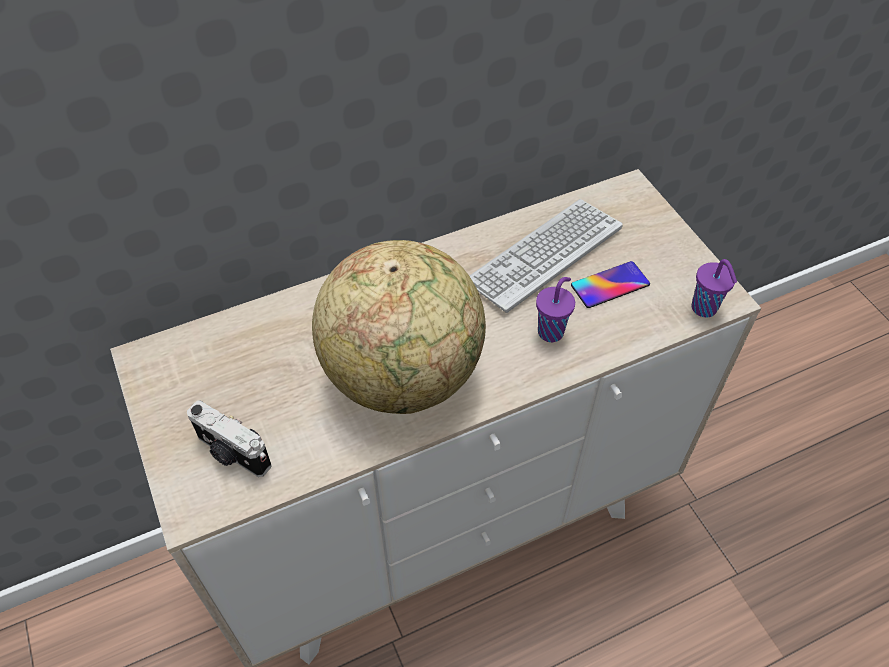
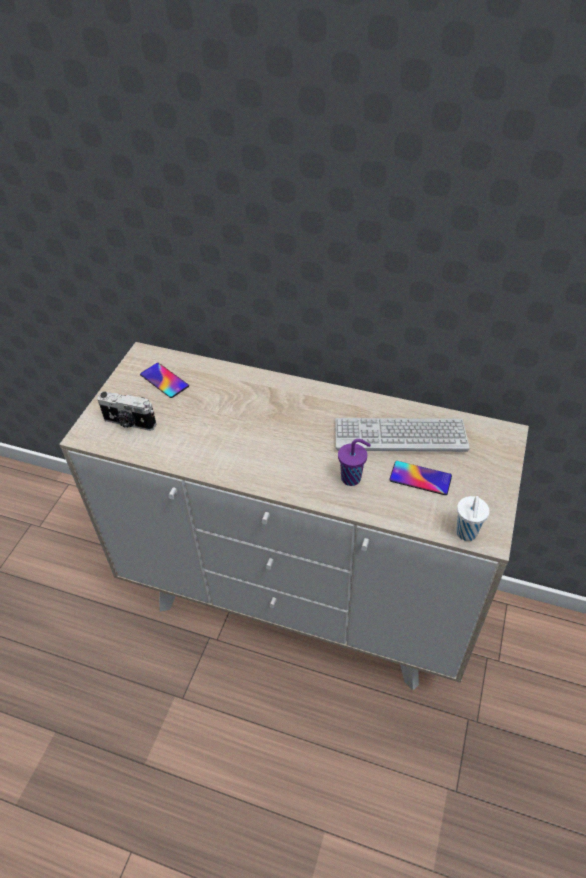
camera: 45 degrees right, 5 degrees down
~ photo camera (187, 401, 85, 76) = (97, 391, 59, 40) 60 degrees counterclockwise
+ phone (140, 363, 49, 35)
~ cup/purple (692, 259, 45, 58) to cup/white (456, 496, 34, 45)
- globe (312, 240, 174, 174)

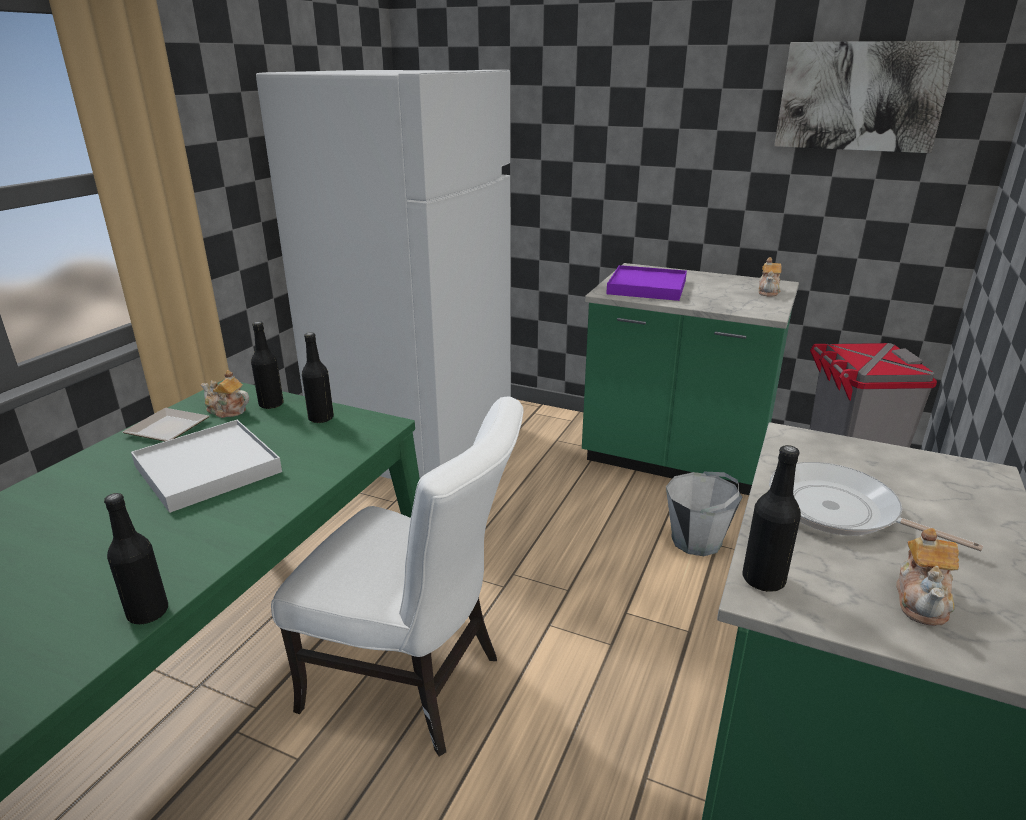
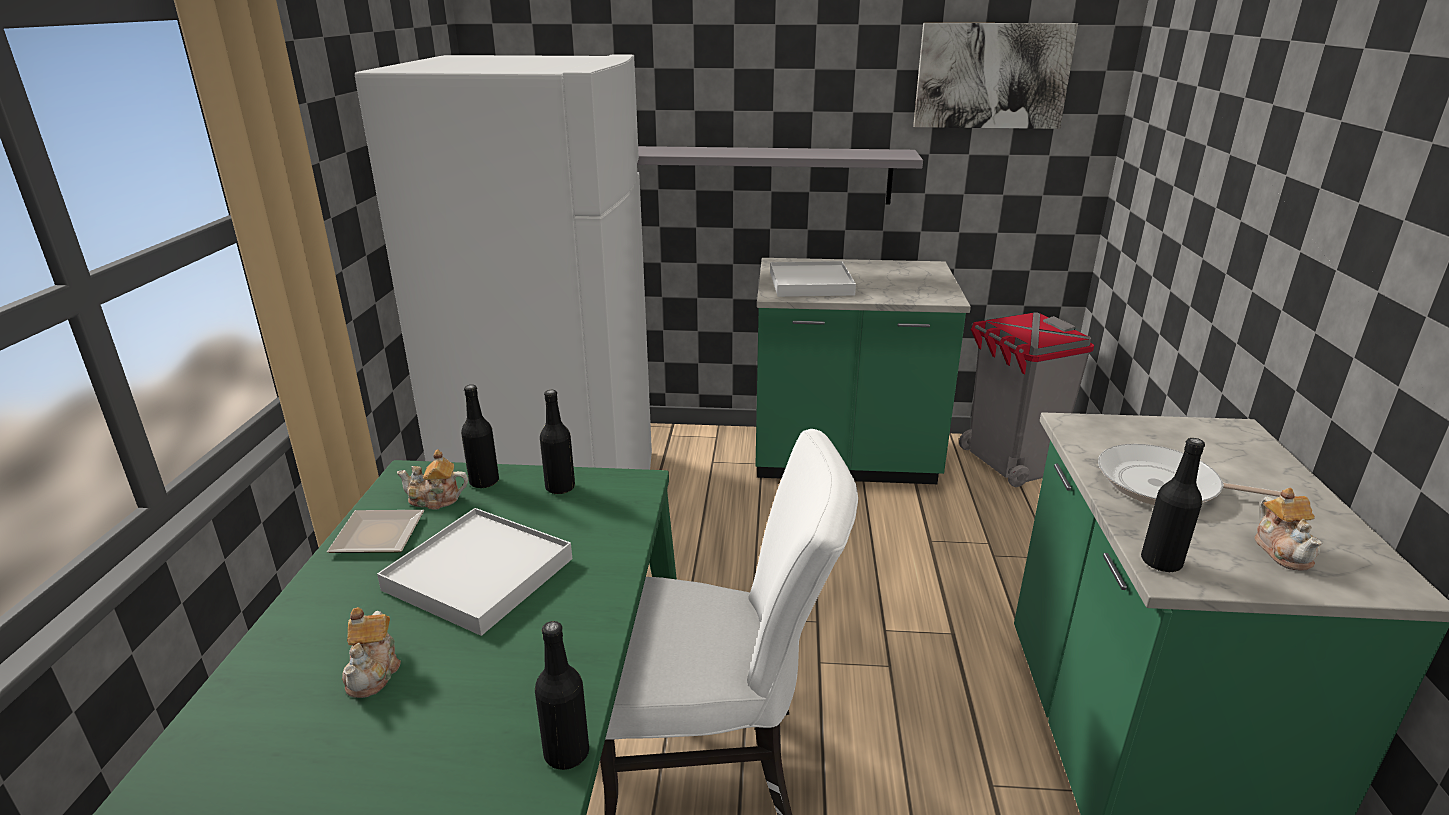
camera: 20 degrees left, 0 degrees up
~ teapot (759, 257, 22, 40) to (342, 607, 59, 91)
+ shelf/grey (637, 146, 286, 59)
~ tray/purple (606, 265, 81, 36) to tray/white (770, 261, 86, 36)
- bucket/grey (666, 472, 76, 84)

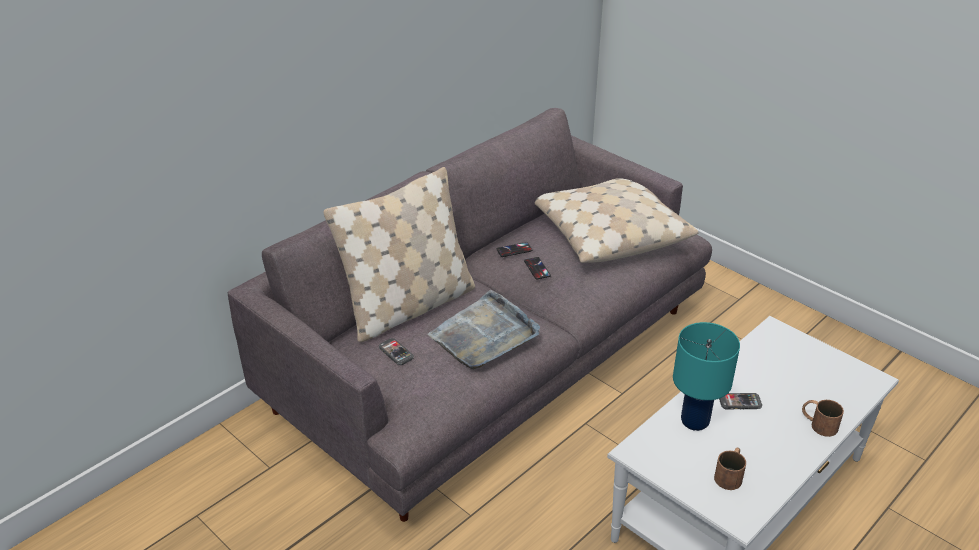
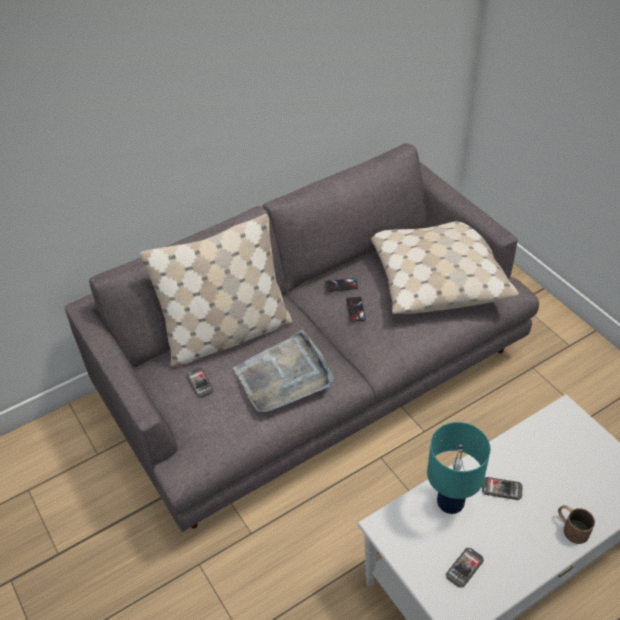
camera: 15 degrees right, 10 degrees up
~ mug/brown (714, 448, 32, 42) to phone (446, 548, 38, 40)

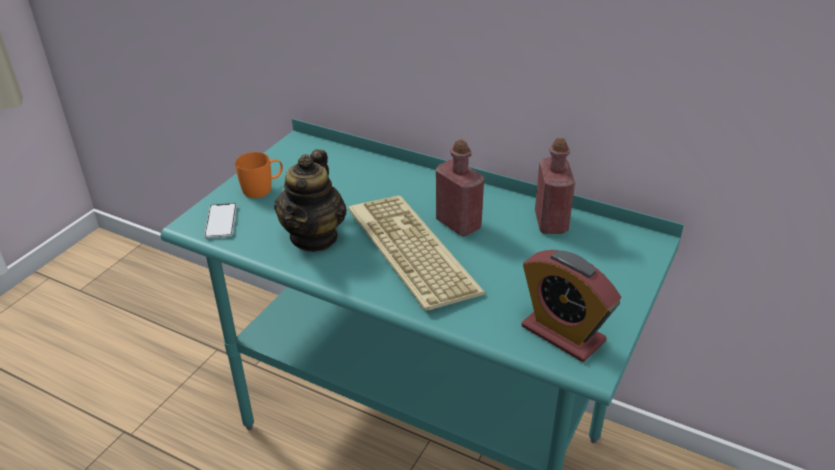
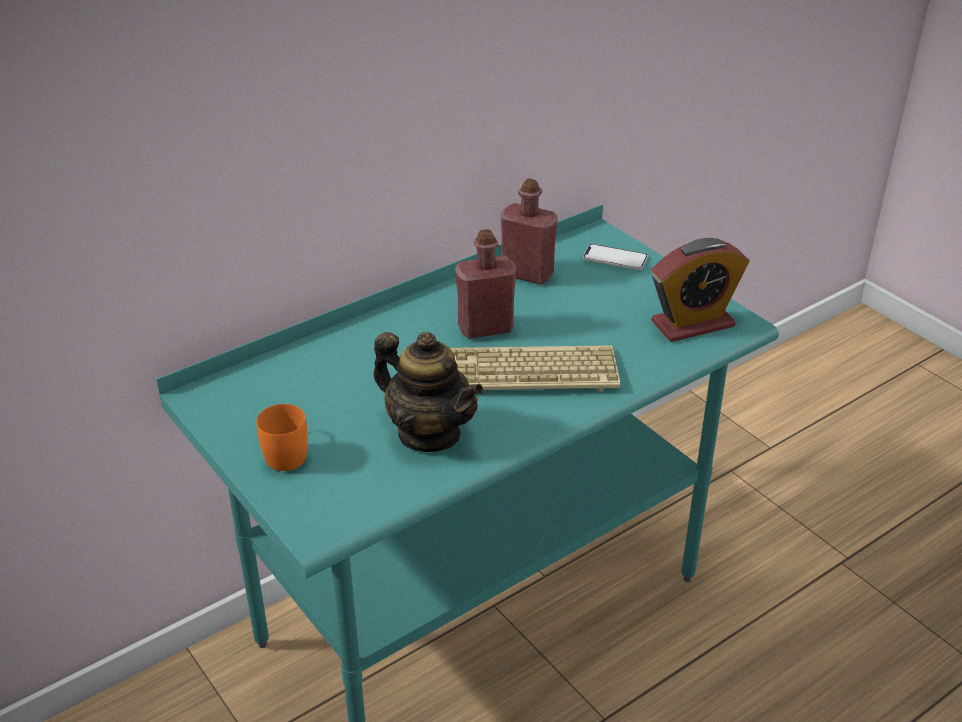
camera: 65 degrees left, 0 degrees up
~ phone (204, 203, 33, 35) to (583, 244, 65, 26)

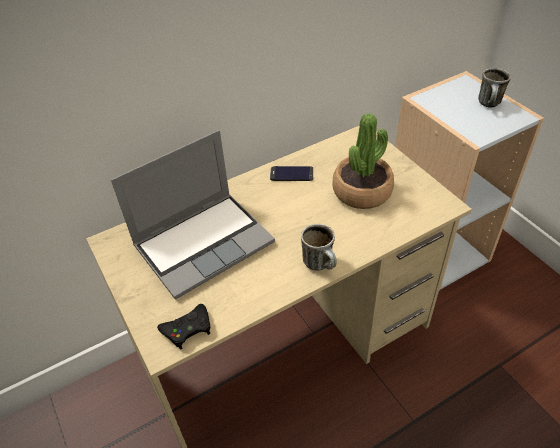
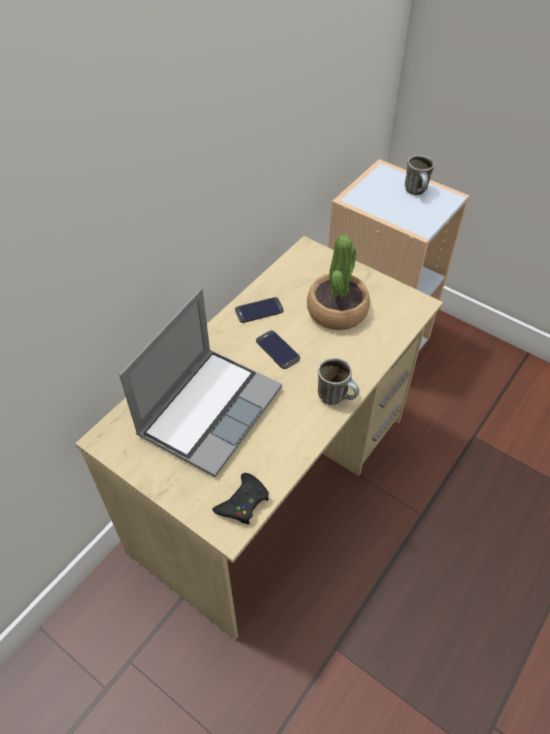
camera: 25 degrees left, 5 degrees up
+ phone (256, 330, 44, 39)

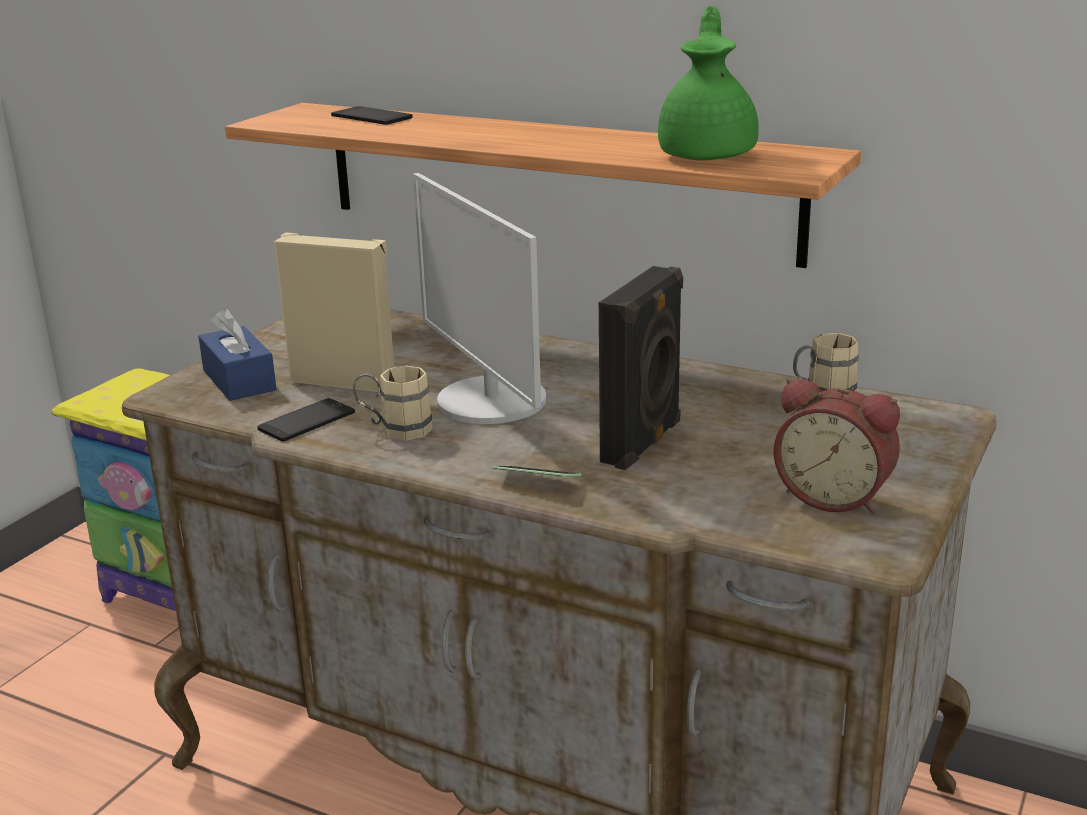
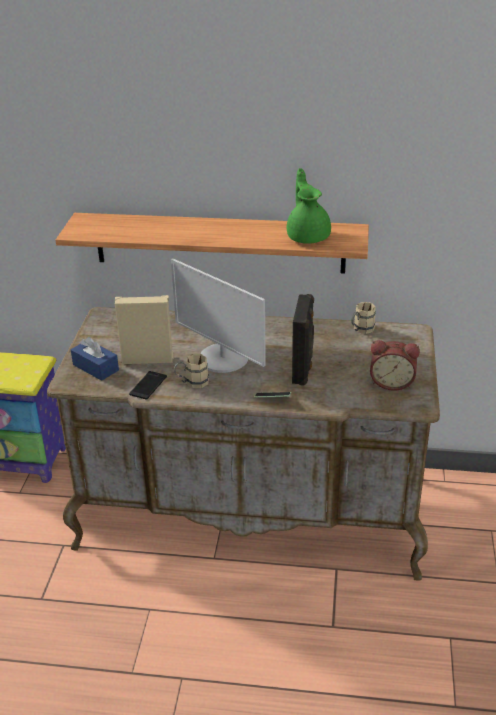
camera: 20 degrees left, 10 degrees up
- phone (331, 106, 82, 19)

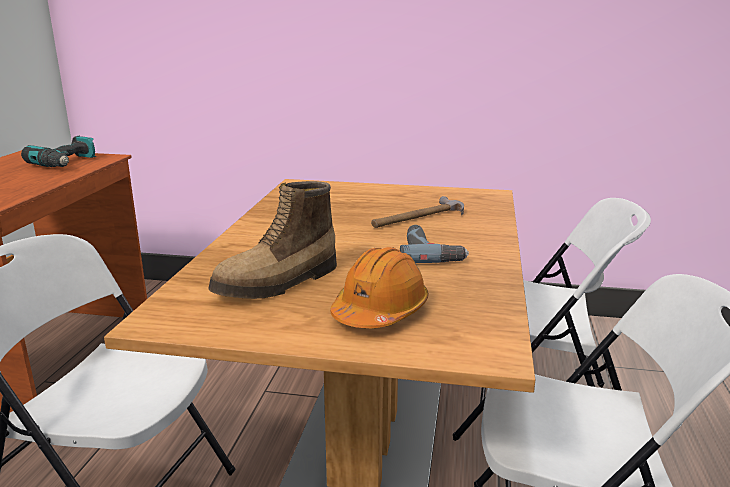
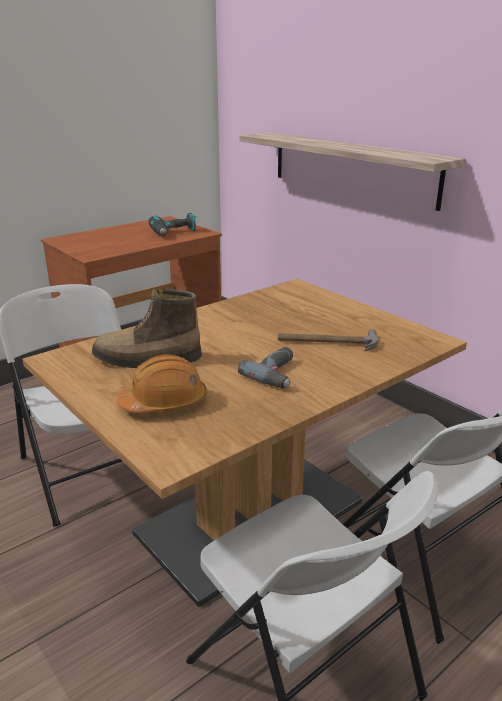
camera: 40 degrees right, 5 degrees up
+ shelf (240, 132, 226, 79)

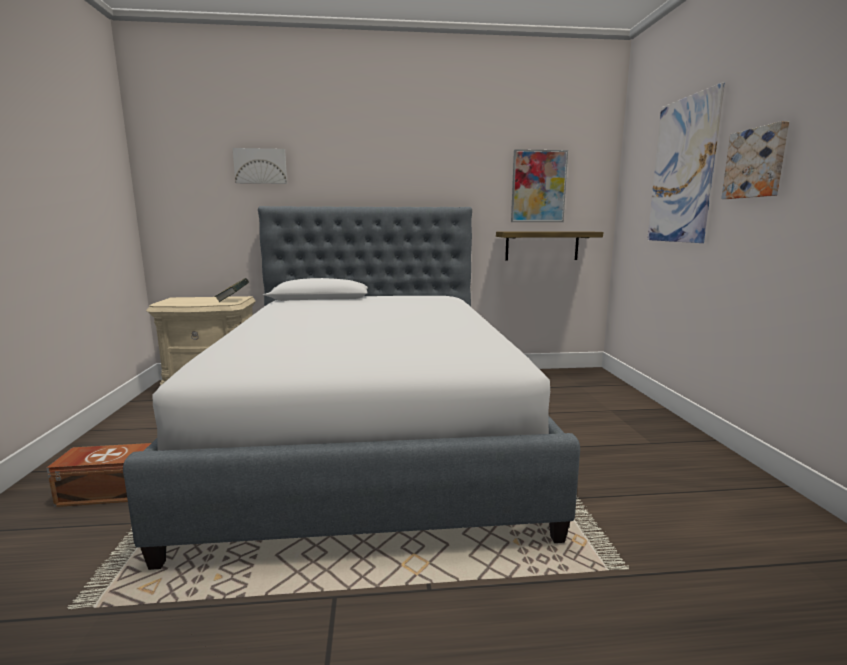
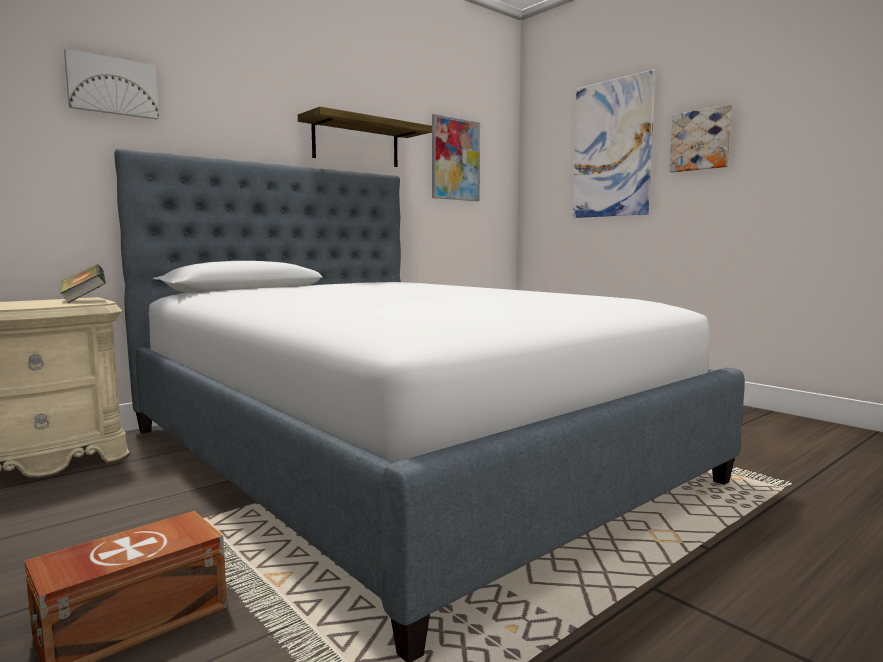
camera: 35 degrees left, 5 degrees down
~ shelf (496, 231, 107, 30) to (298, 106, 134, 61)

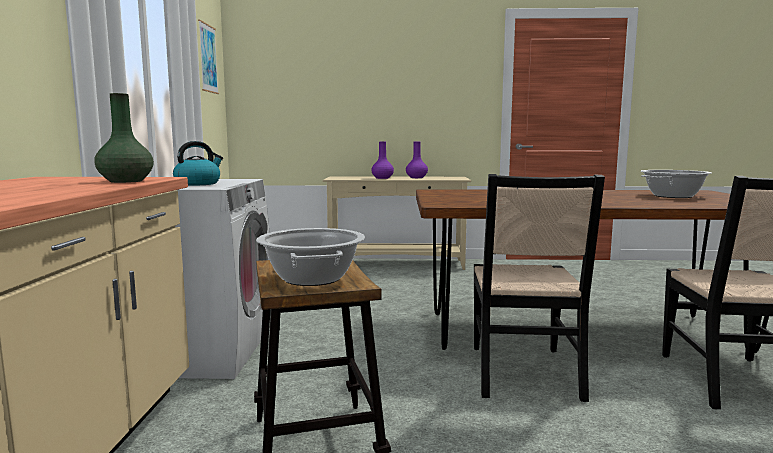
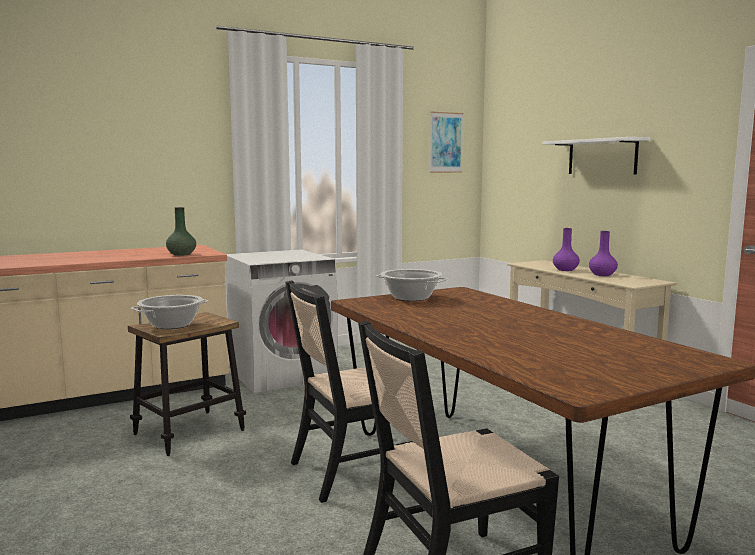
camera: 60 degrees right, 0 degrees up
~ cooking pot (641, 170, 71, 28) to (376, 269, 72, 32)
+ shelf/white (543, 137, 107, 37)
- kettle (173, 141, 50, 45)

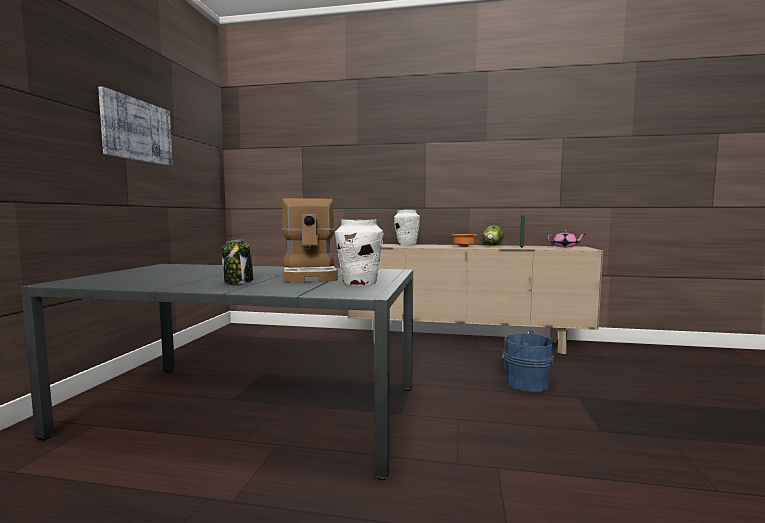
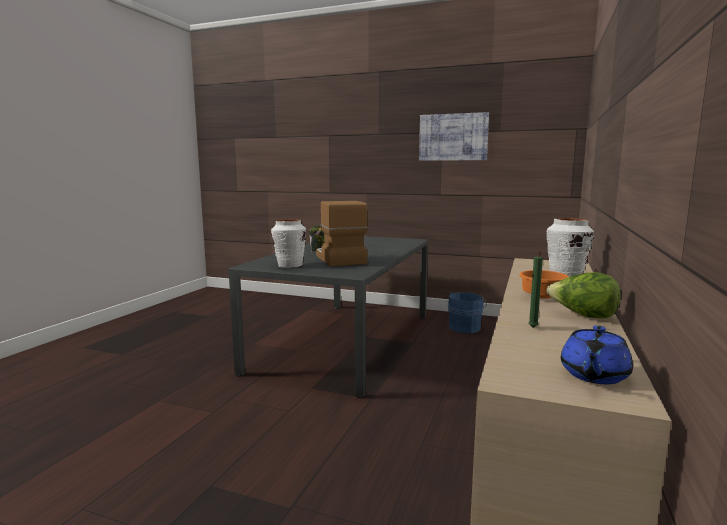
camera: 100 degrees right, 5 degrees up
~ coffee machine (282, 198, 56, 85) = (316, 201, 52, 65) 75 degrees clockwise
~ bucket/blue (502, 331, 52, 61) to (448, 292, 39, 41)
~ teapot/pink (547, 230, 38, 17) to teapot/blue (561, 326, 72, 58)

